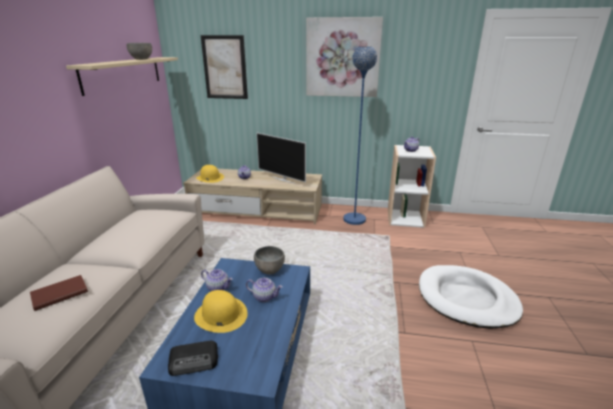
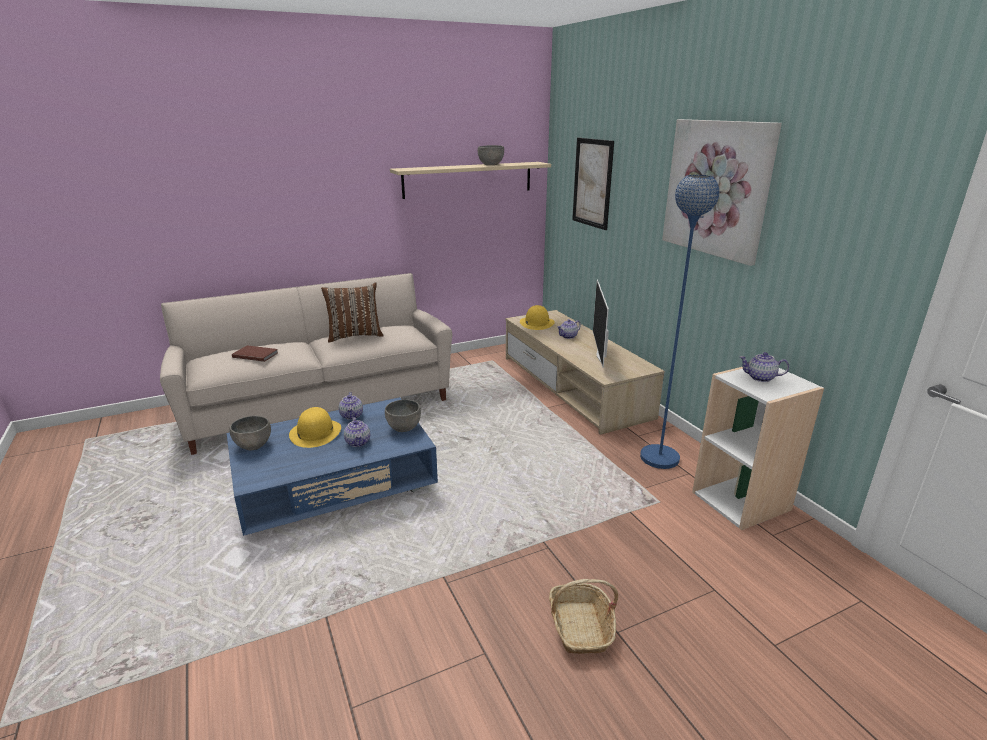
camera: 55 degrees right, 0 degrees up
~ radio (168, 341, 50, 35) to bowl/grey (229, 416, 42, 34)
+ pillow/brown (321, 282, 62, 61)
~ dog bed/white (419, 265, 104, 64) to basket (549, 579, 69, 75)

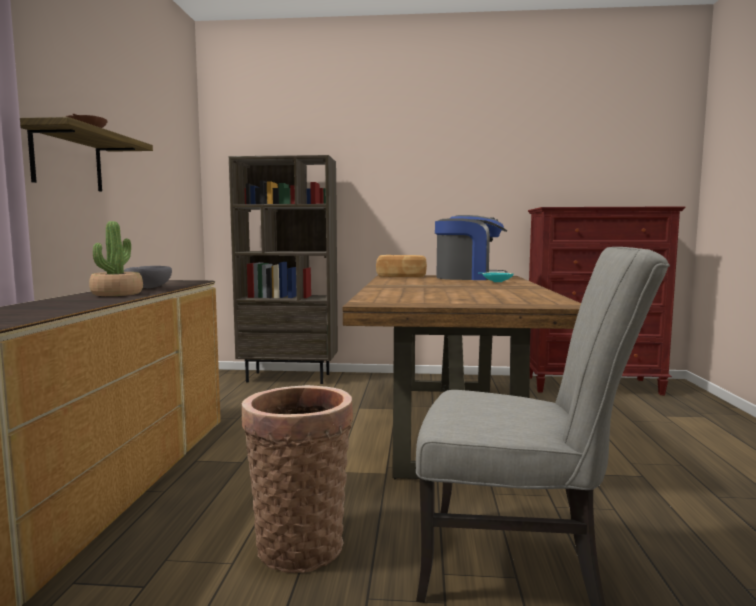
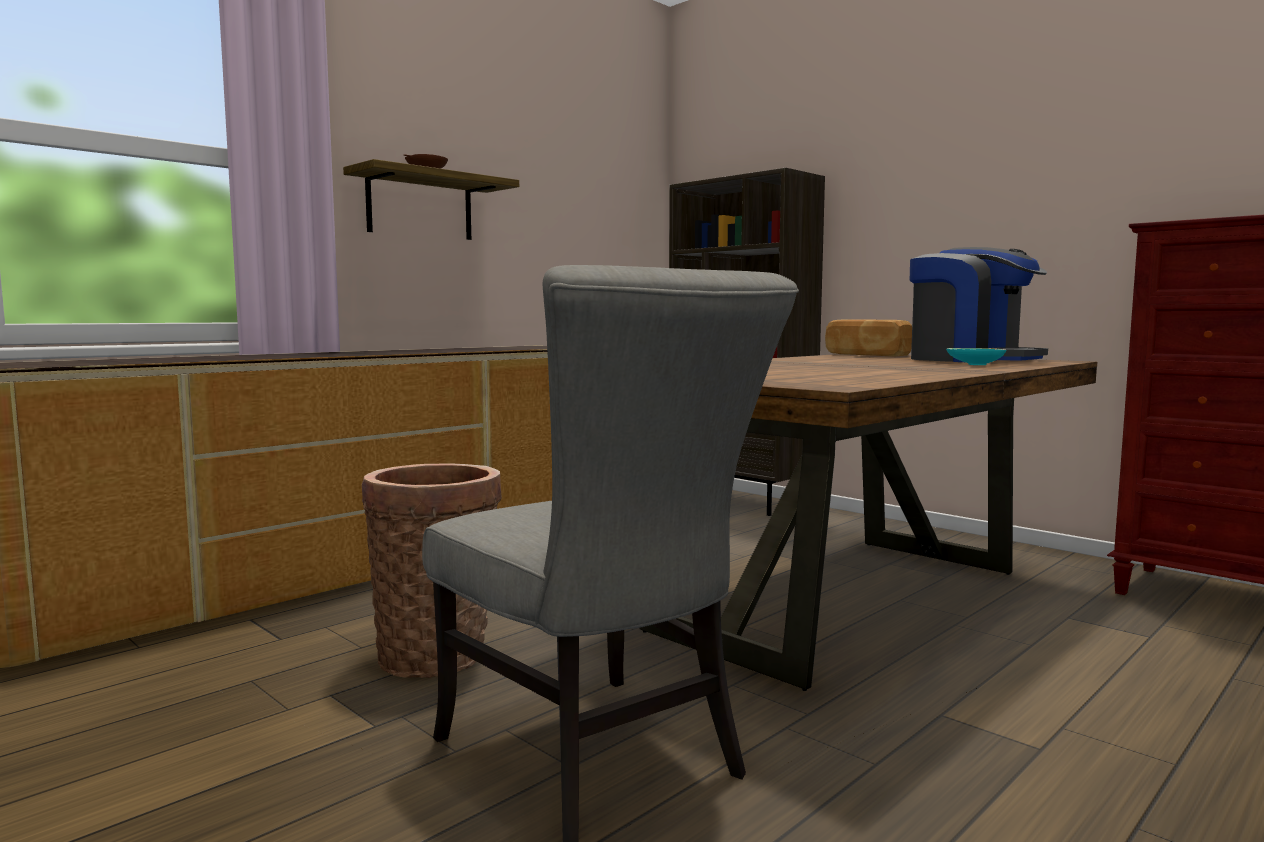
camera: 40 degrees right, 0 degrees up
- potted plant (89, 221, 54, 75)
- bowl/grey (124, 266, 48, 22)

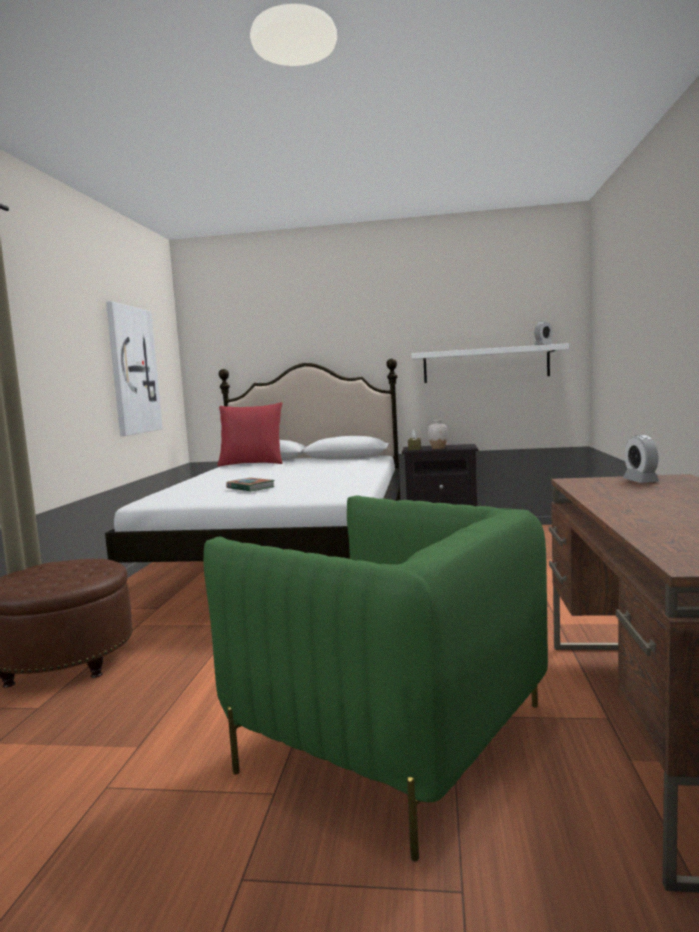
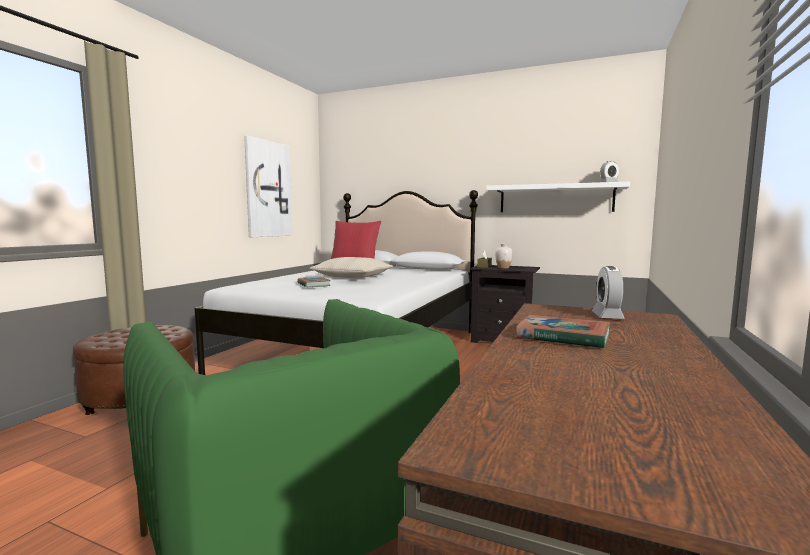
camera: 15 degrees right, 0 degrees up
+ pillow/beige (310, 257, 83, 21)
+ book (516, 315, 94, 34)

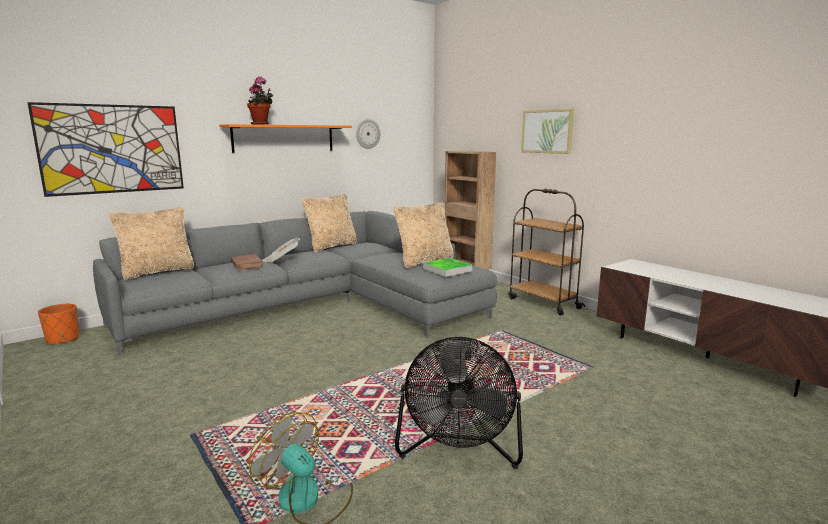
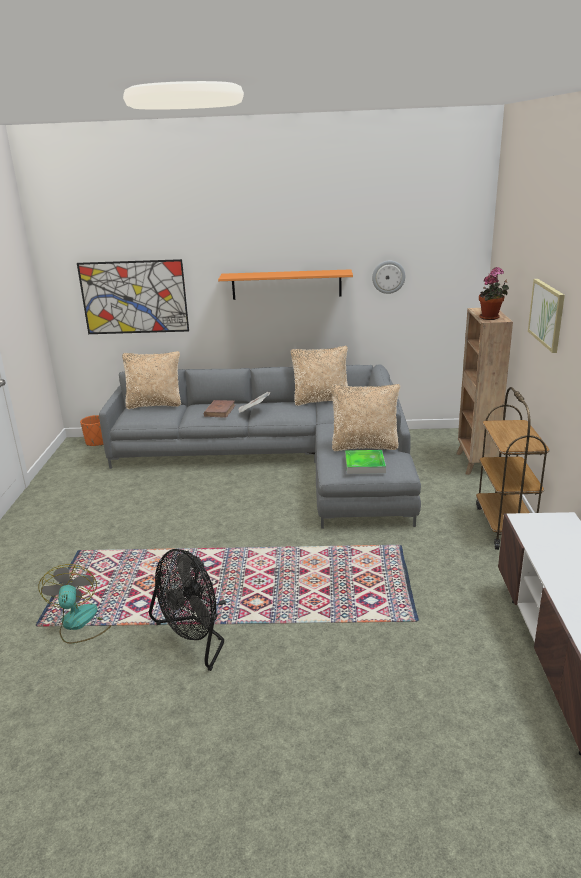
camera: 40 degrees right, 10 degrees up
~ potted plant (247, 76, 26, 49) to (479, 267, 30, 53)

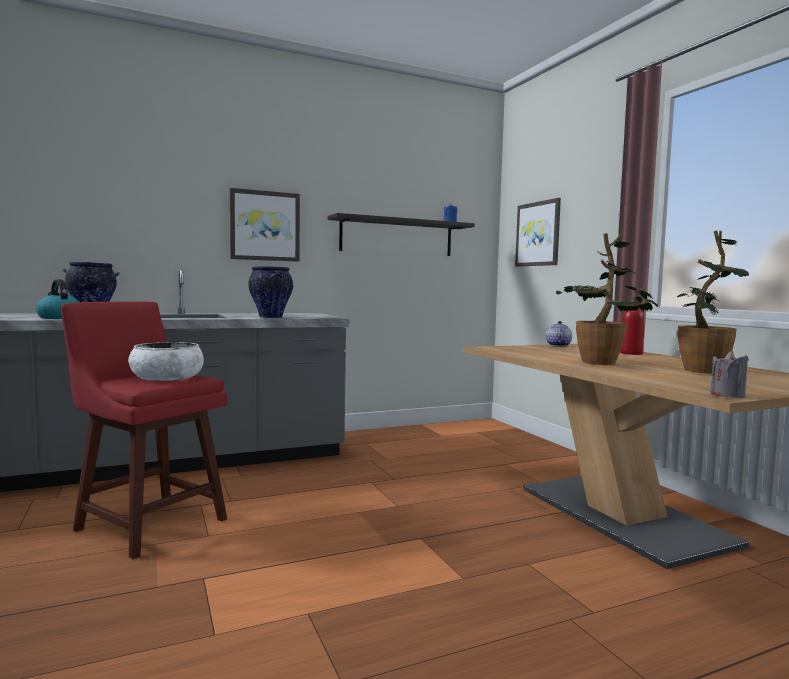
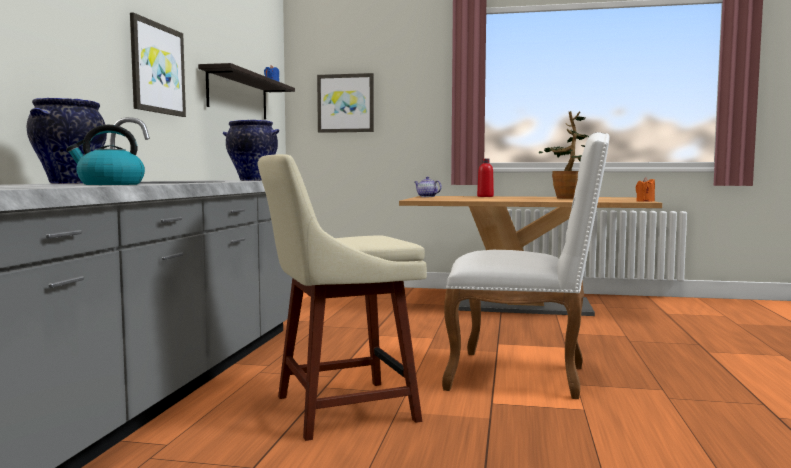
camera: 55 degrees left, 0 degrees up
~ stool/red (61, 301, 166, 258) to stool/beige (258, 154, 169, 287)
+ chair/white (442, 132, 167, 267)
~ candle/grey (710, 351, 39, 47) to candle/orange (636, 177, 19, 25)
- bowl/white (128, 342, 76, 39)
- potted plant (556, 233, 103, 132)

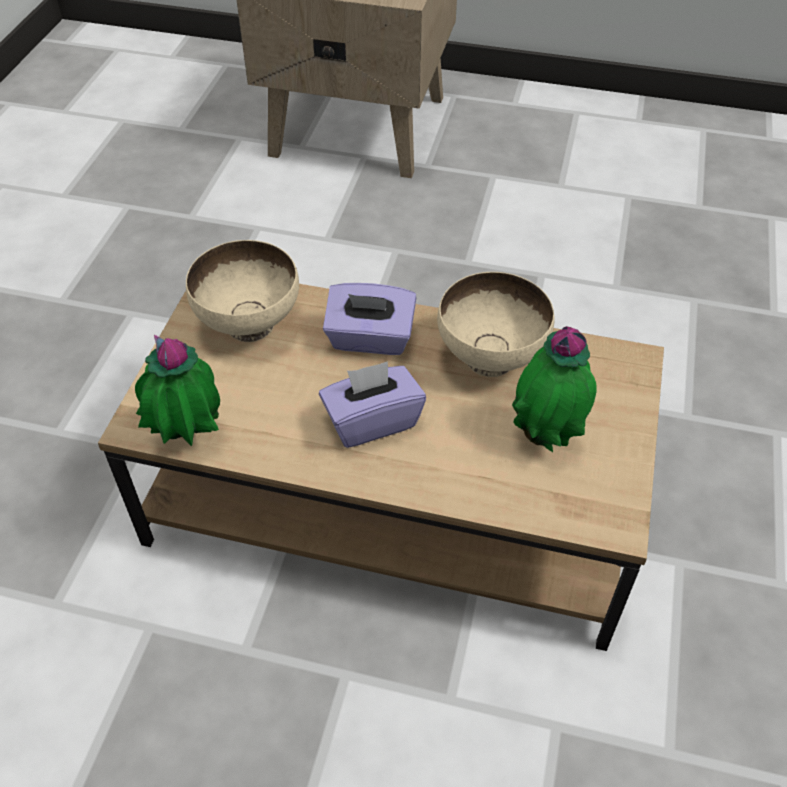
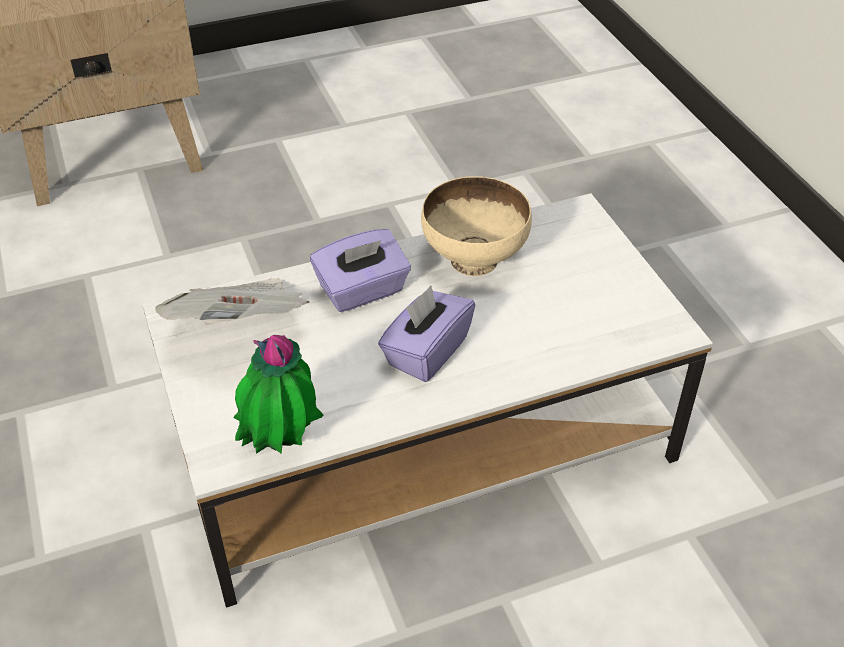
camera: 35 degrees left, 5 degrees down
~ coffee table/brown (98, 284, 566, 367) to coffee table/white (142, 193, 571, 415)
~ bowl/beige (186, 240, 113, 102) to newspaper (155, 278, 155, 46)
- potted plant (512, 326, 85, 126)

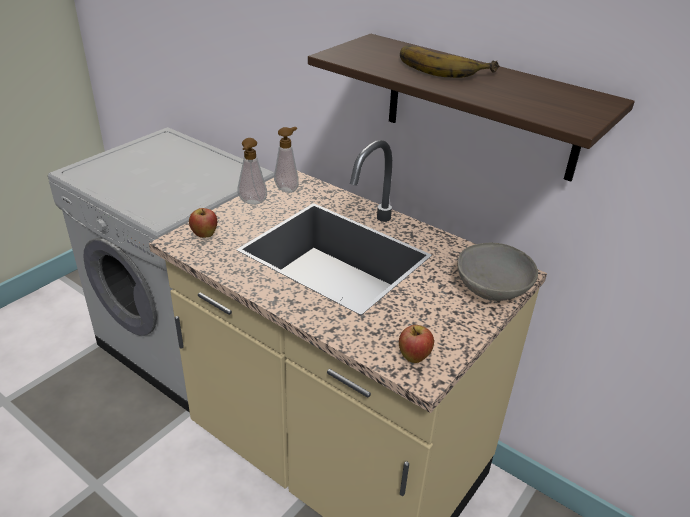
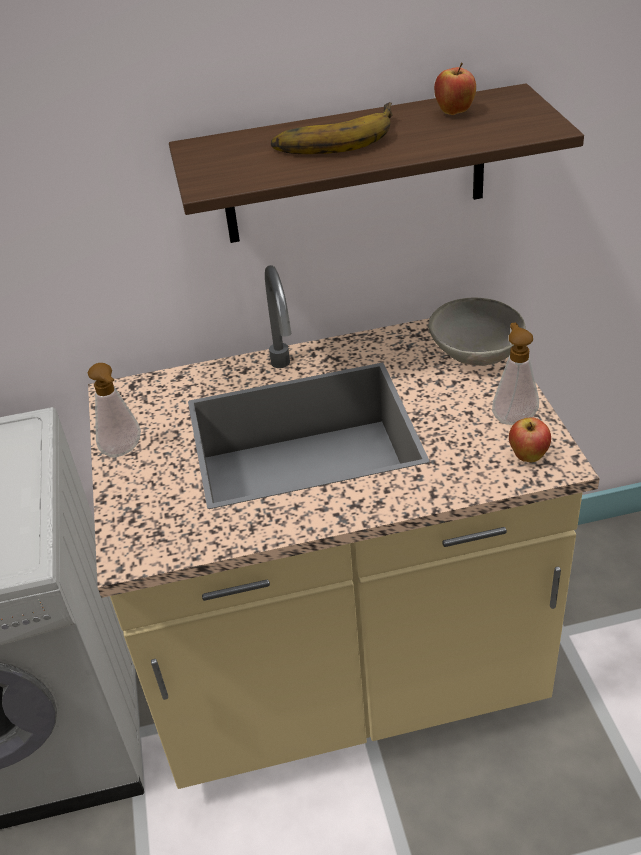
camera: 45 degrees left, 5 degrees up
~ apple (189, 208, 28, 30) to (434, 62, 42, 53)
~ soap dispenser (274, 127, 25, 66) to (492, 322, 47, 103)

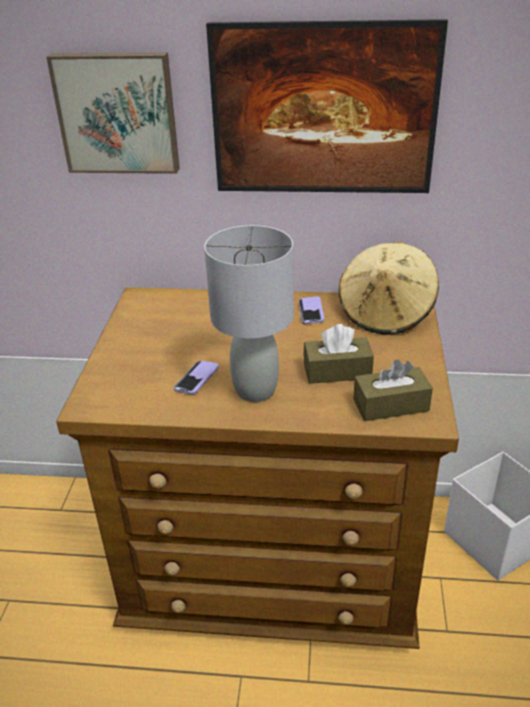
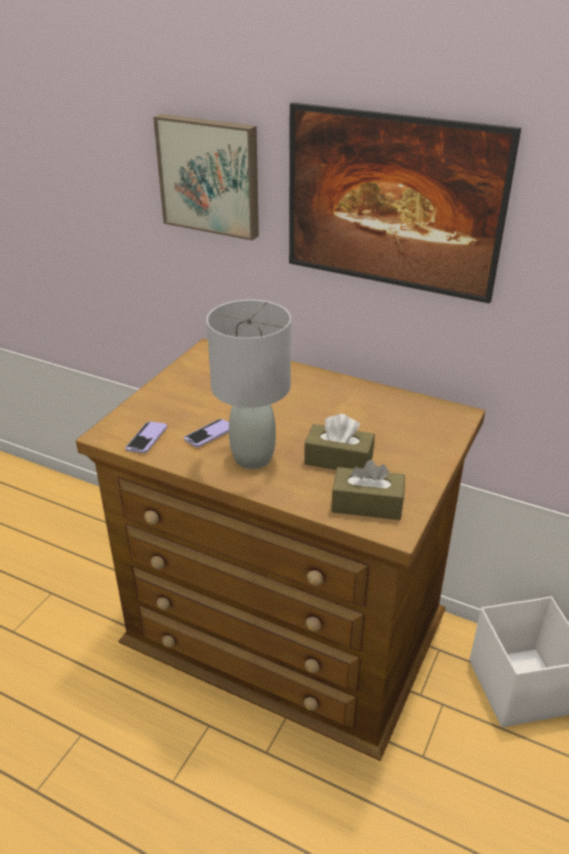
camera: 20 degrees right, 0 degrees up
~ phone (299, 296, 26, 28) to (125, 422, 42, 31)
- hat/beige (339, 242, 100, 93)

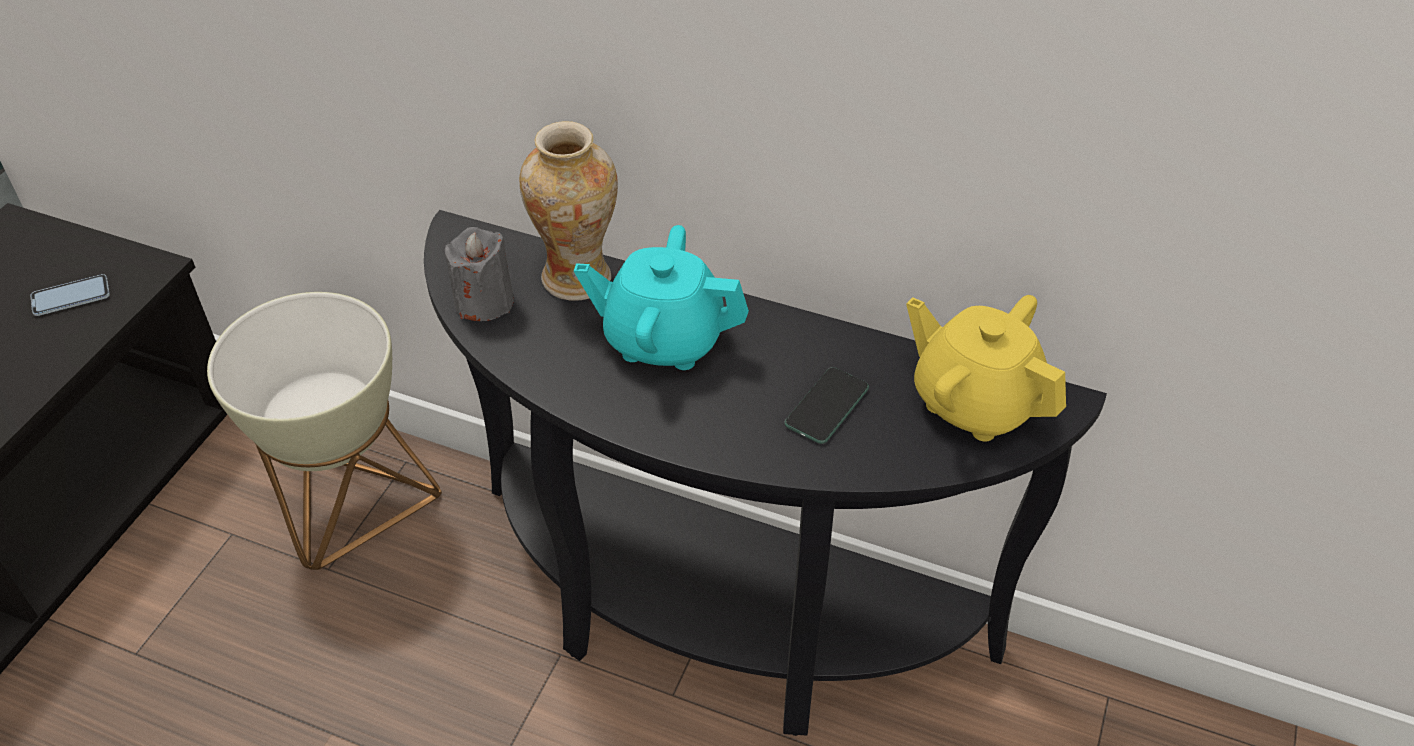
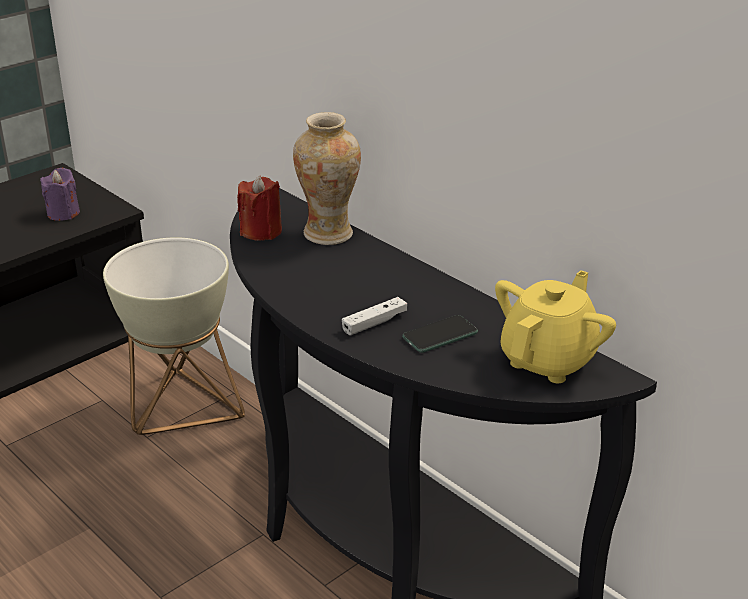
camera: 25 degrees right, 15 degrees down
~ phone (30, 274, 80, 42) to candle/purple (40, 168, 40, 53)
~ candle/grey (445, 227, 69, 94) to candle/red (237, 175, 45, 66)
+ game controller/white (342, 297, 65, 38)
~ teapot/yellow (906, 295, 160, 147) = (495, 270, 121, 113) 60 degrees clockwise
- teapot/turquoise (574, 225, 175, 145)

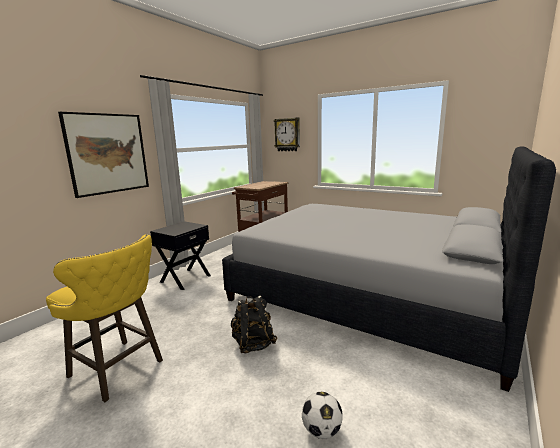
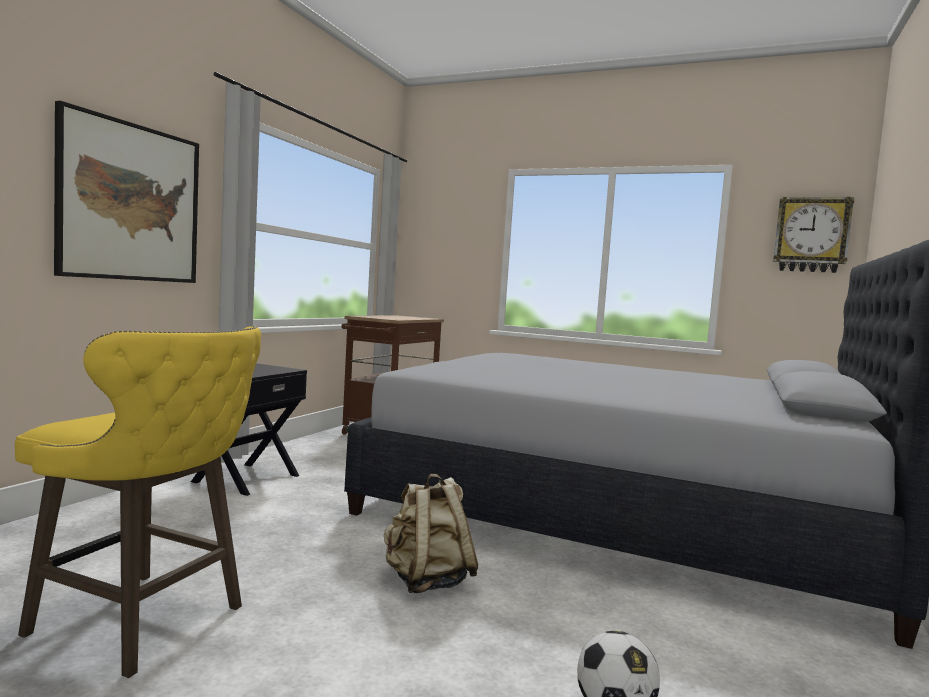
camera: 10 degrees left, 10 degrees down
~ backpack/black (231, 295, 47, 58) to backpack/beige (384, 474, 94, 119)
~ wall clock (274, 118, 26, 33) to (773, 197, 81, 76)

